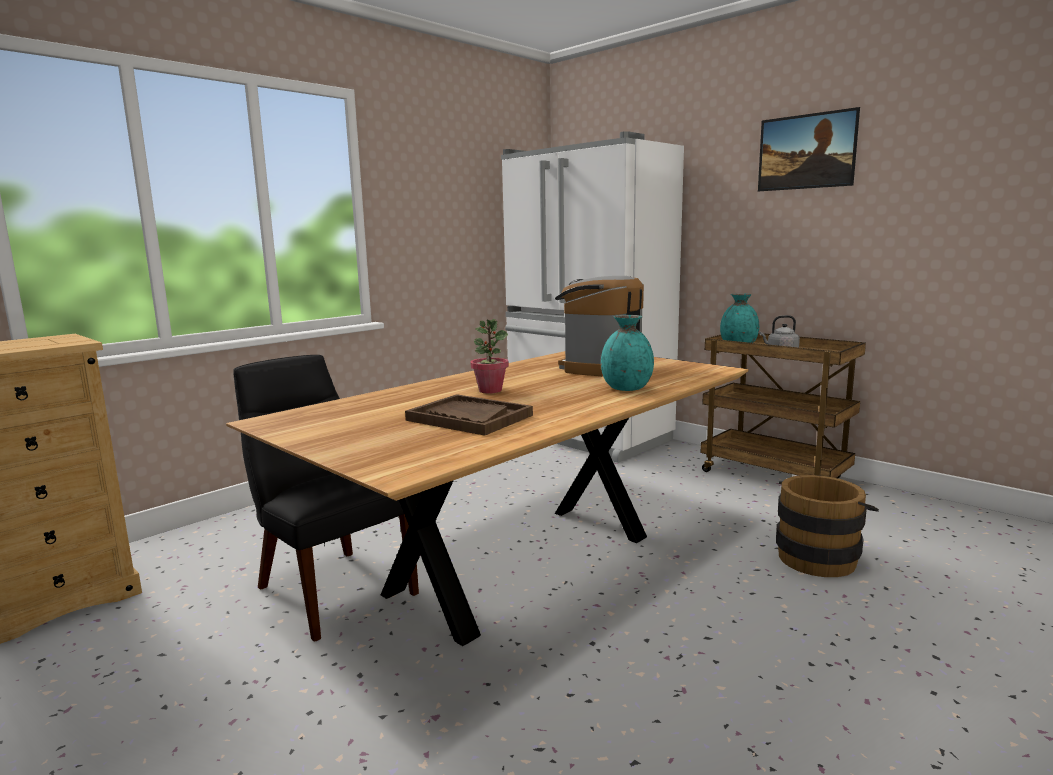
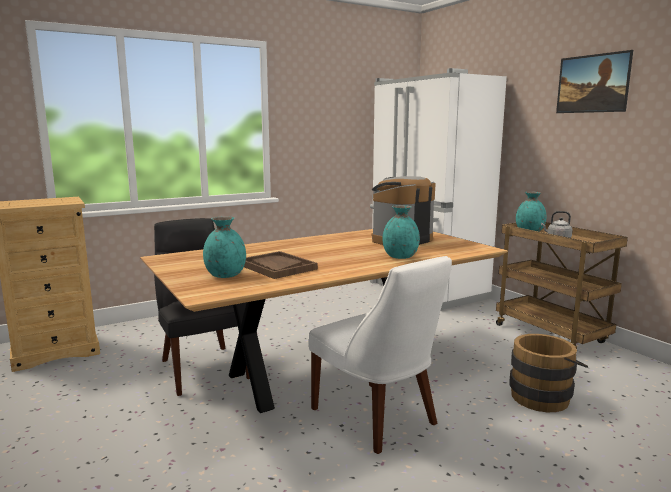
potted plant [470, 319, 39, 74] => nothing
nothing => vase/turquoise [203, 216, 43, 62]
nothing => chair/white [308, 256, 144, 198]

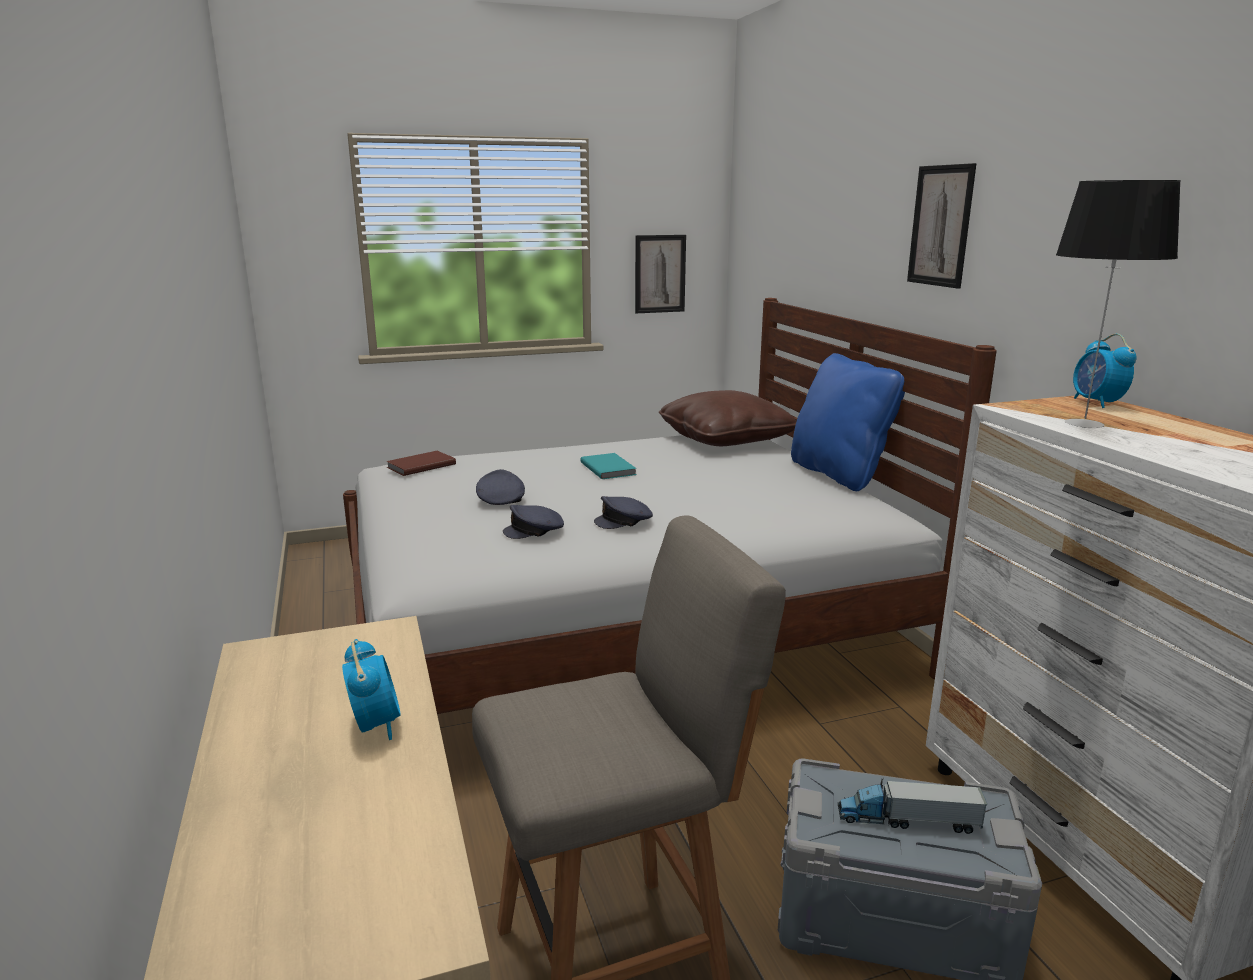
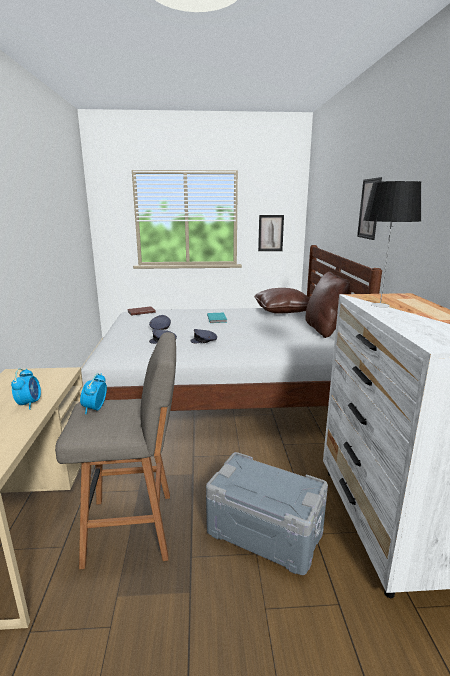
toy truck [838, 778, 150, 56] => nothing
alarm clock [1073, 333, 64, 75] => alarm clock [80, 373, 27, 41], moved
pillow/blue [791, 353, 114, 138] => pillow/brown [305, 272, 47, 66]

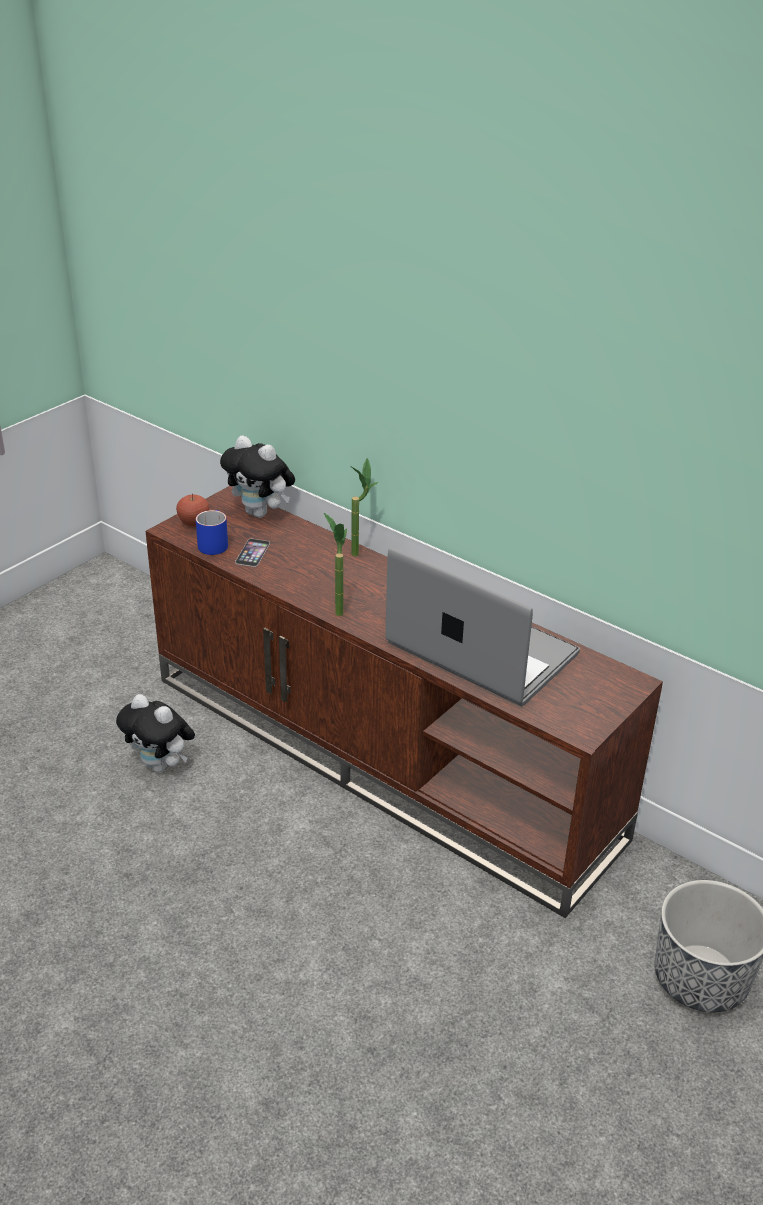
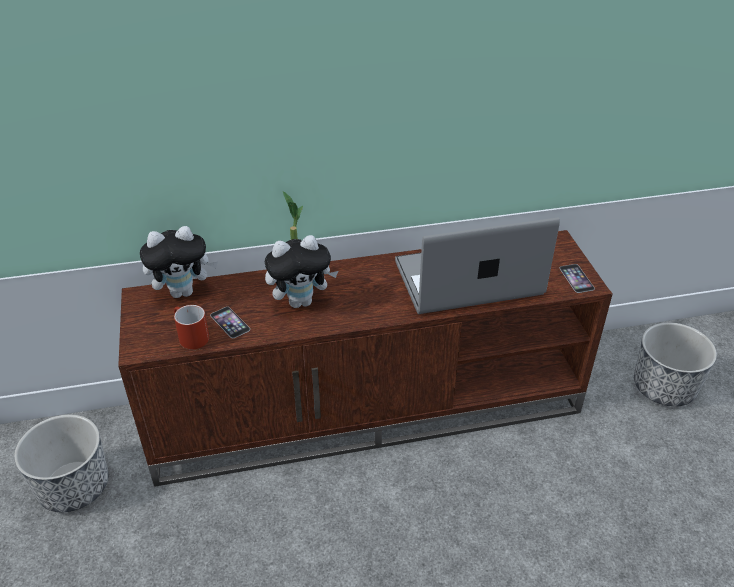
apple [176, 493, 33, 34] => nothing
potted plant [324, 513, 23, 103] => nothing
nothing => planter [14, 414, 95, 98]
nothing => phone [559, 264, 36, 29]
plush toy [116, 694, 79, 78] => plush toy [265, 235, 73, 73], moved
mug/blue [196, 510, 32, 45] => mug/red [174, 305, 35, 44]

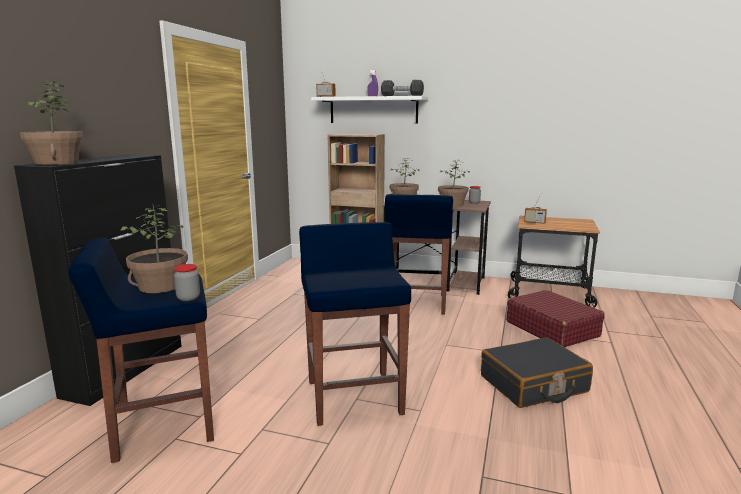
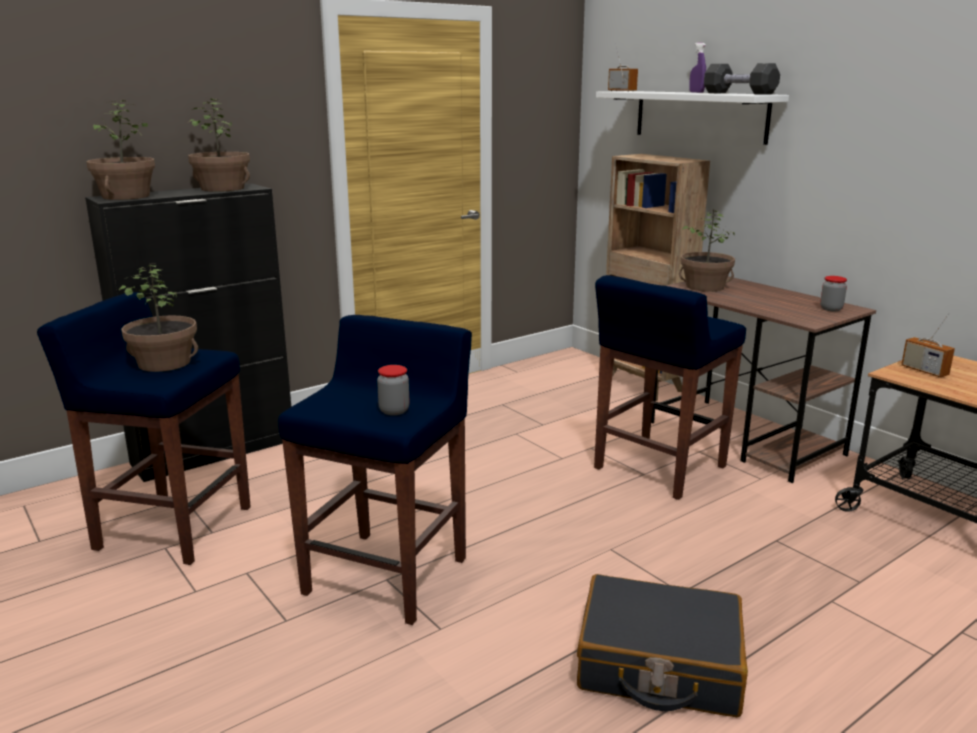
suitcase/red [507, 290, 98, 57] => nothing
jar [174, 264, 26, 37] => jar [377, 365, 32, 50], moved
potted plant [438, 160, 32, 46] => potted plant [188, 98, 62, 94], moved

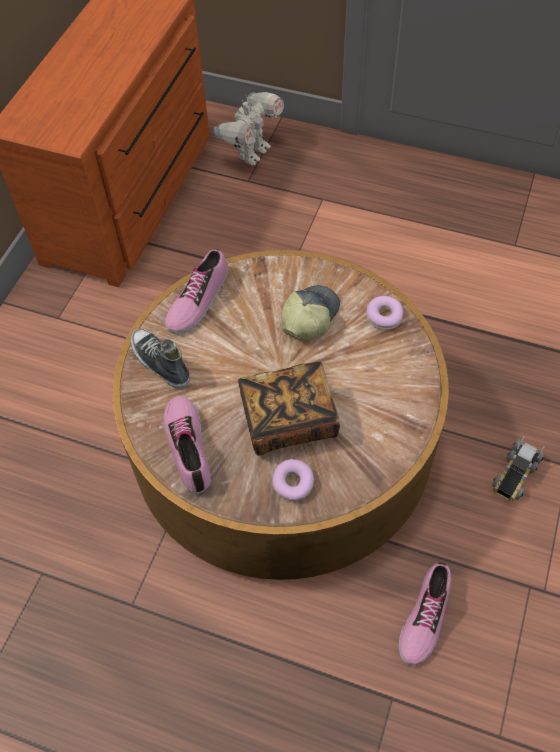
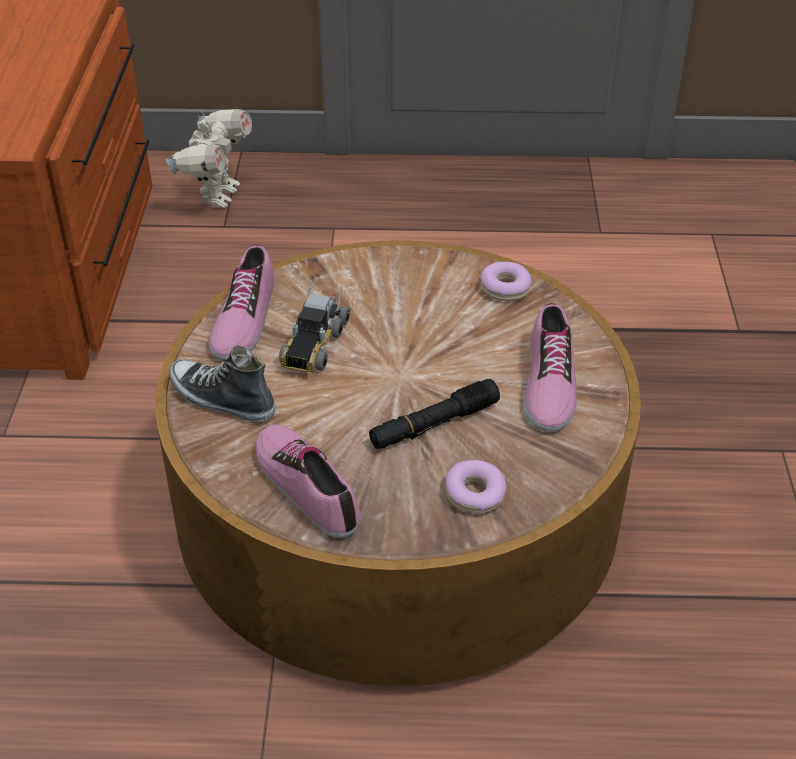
cap [281, 285, 59, 56] => nothing
shoe [399, 562, 52, 104] => shoe [524, 303, 53, 128], moved
toy truck [492, 435, 53, 67] => toy truck [279, 282, 71, 90], moved
book [238, 362, 102, 94] => flashlight/black [369, 379, 131, 70]

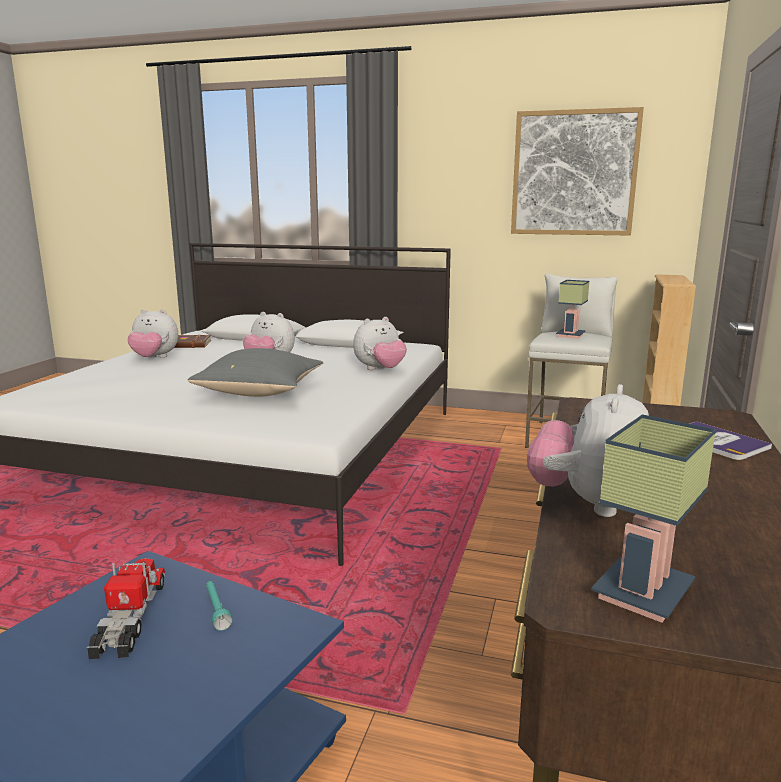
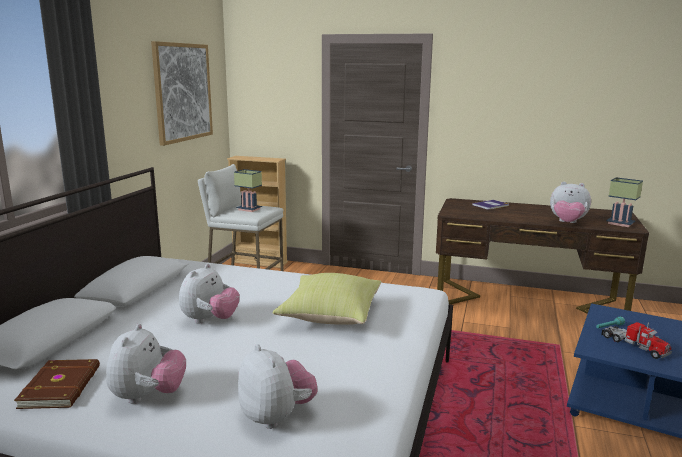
plush toy [353, 317, 54, 53] => plush toy [238, 344, 80, 85], moved
pillow/grey [188, 348, 135, 49] => pillow/yellow [273, 273, 108, 52]
toy truck [87, 558, 78, 101] => toy truck [601, 322, 71, 37], 120 degrees counterclockwise

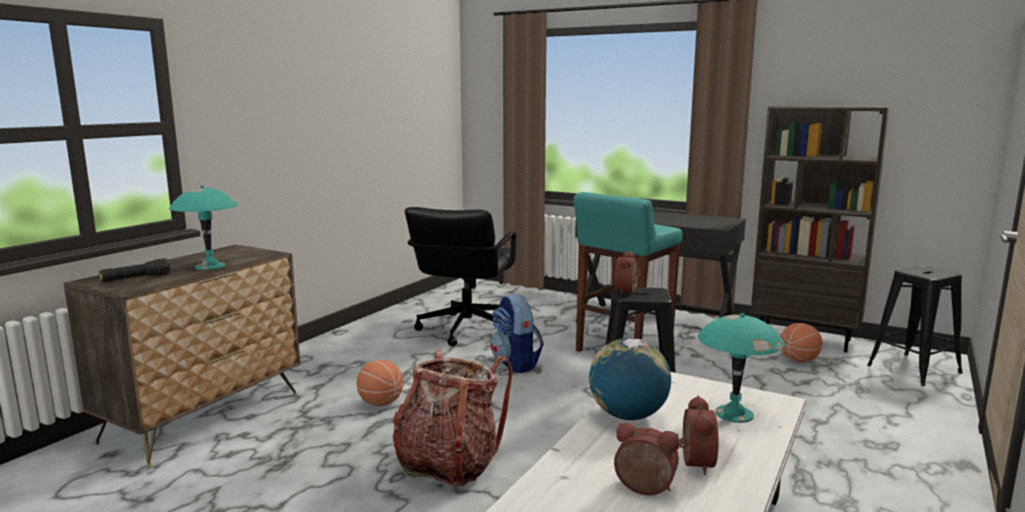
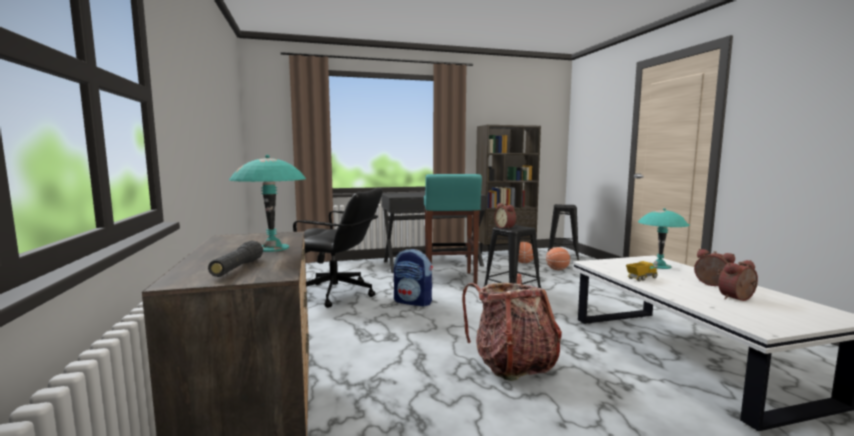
basketball [357, 360, 47, 46] => basketball [546, 247, 24, 23], moved
globe [589, 338, 82, 82] => toy truck [626, 261, 32, 20]
office chair/black [405, 207, 111, 140] => office chair/black [293, 188, 90, 120], 45 degrees counterclockwise

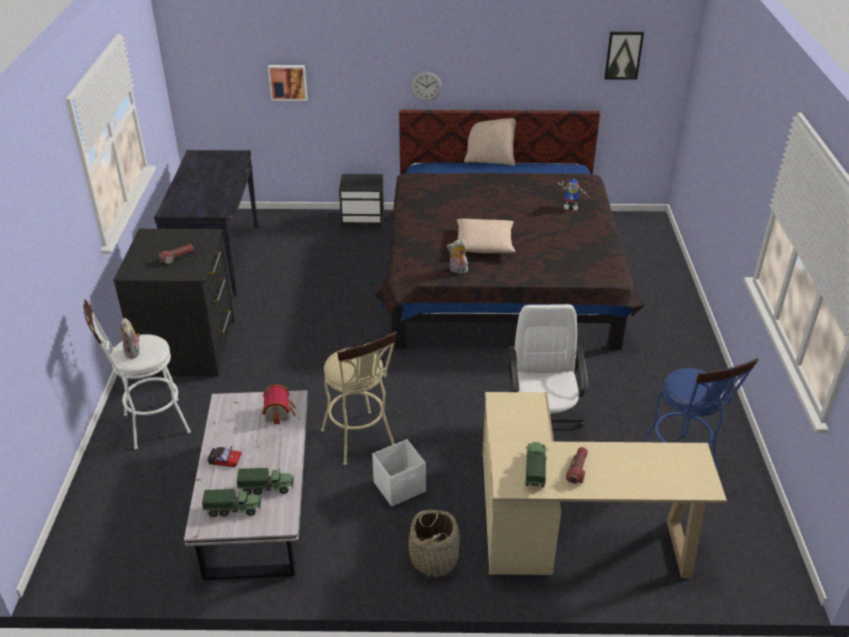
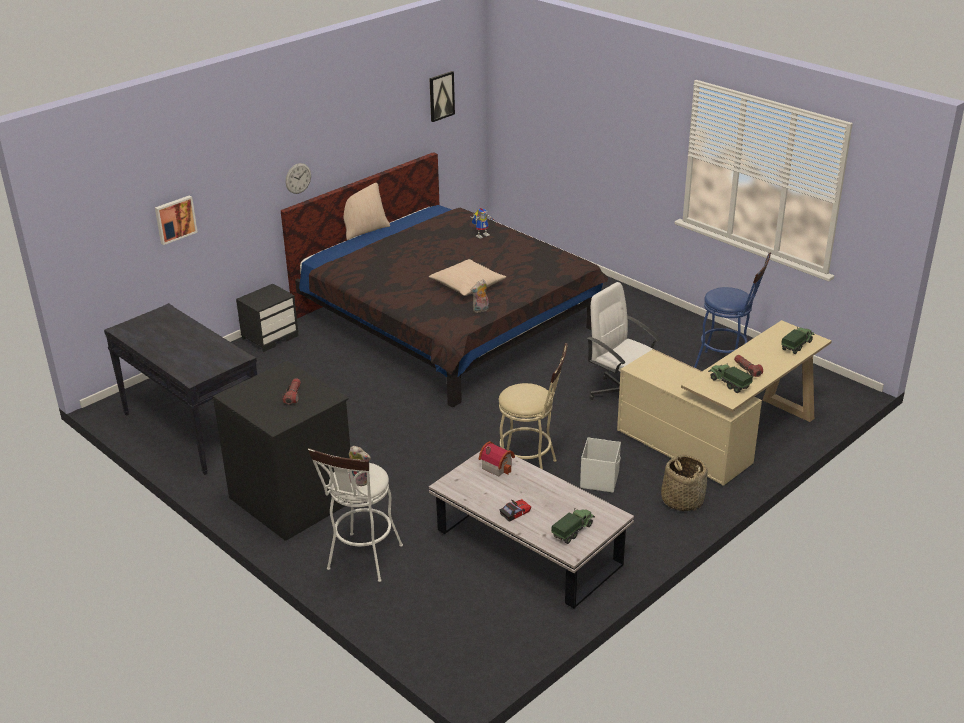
toy truck [237, 468, 57, 27] => toy truck [781, 327, 33, 27], moved

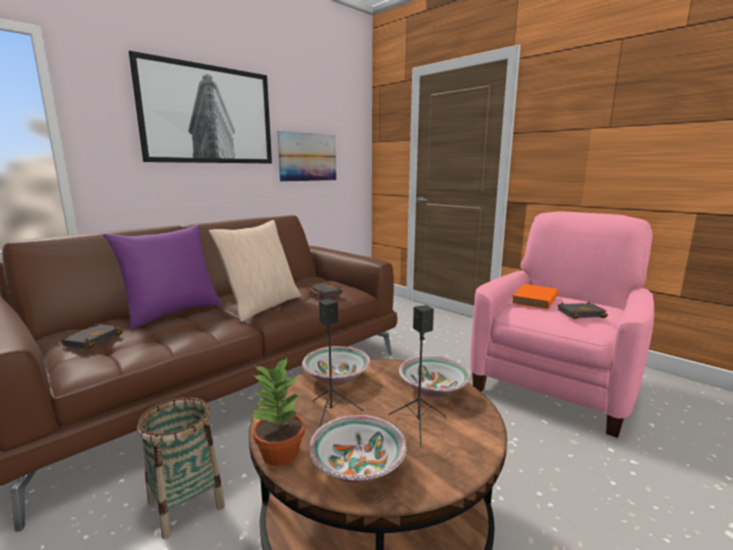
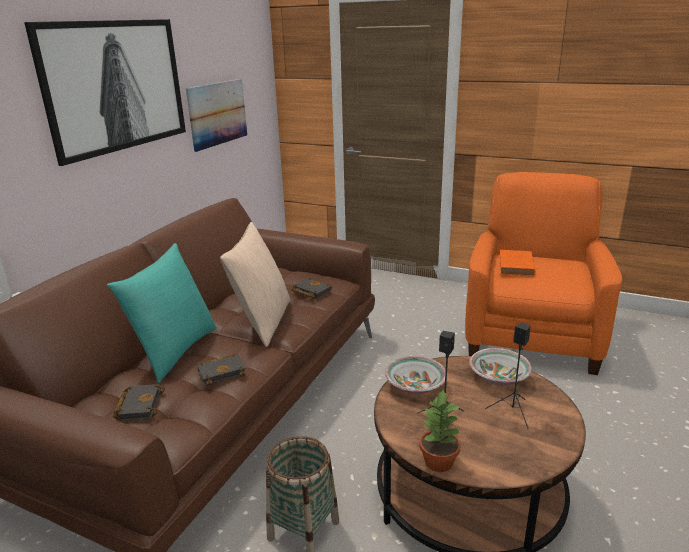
bowl [309, 415, 98, 68] => nothing
book/black [557, 302, 51, 17] => book/black [197, 354, 49, 32], moved
pillow/purple [103, 224, 119, 106] => pillow/turquoise [107, 243, 110, 140]
armchair/pink [470, 211, 184, 227] => armchair/orange [465, 172, 157, 203]

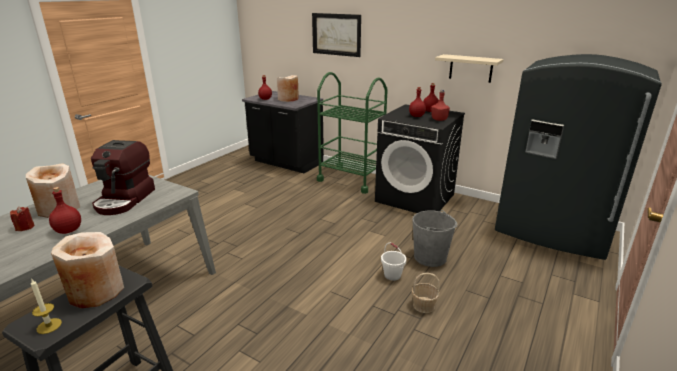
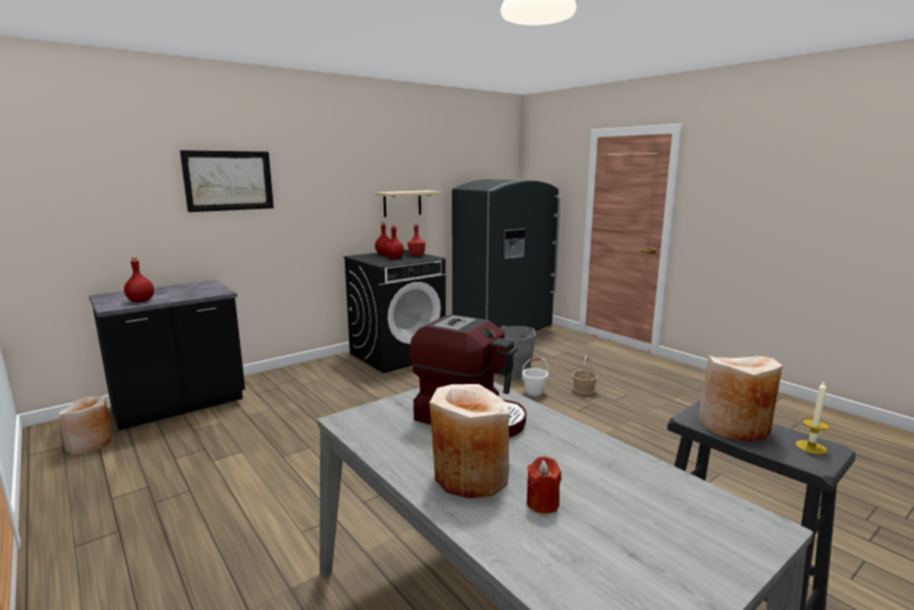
bottle/red [49, 187, 32, 47] => nothing
cart/green [317, 72, 71, 122] => nothing
vase/beige [277, 75, 22, 27] => vase/beige [59, 396, 53, 58], moved

